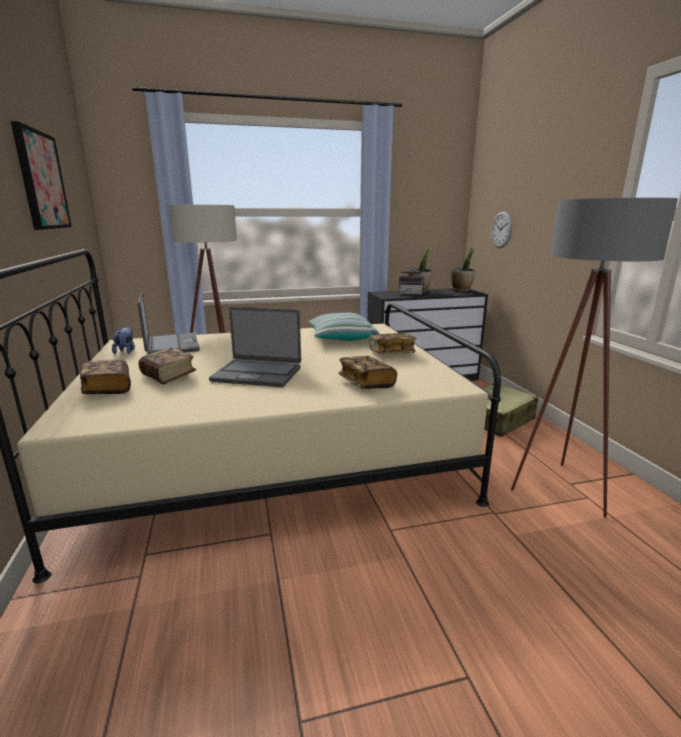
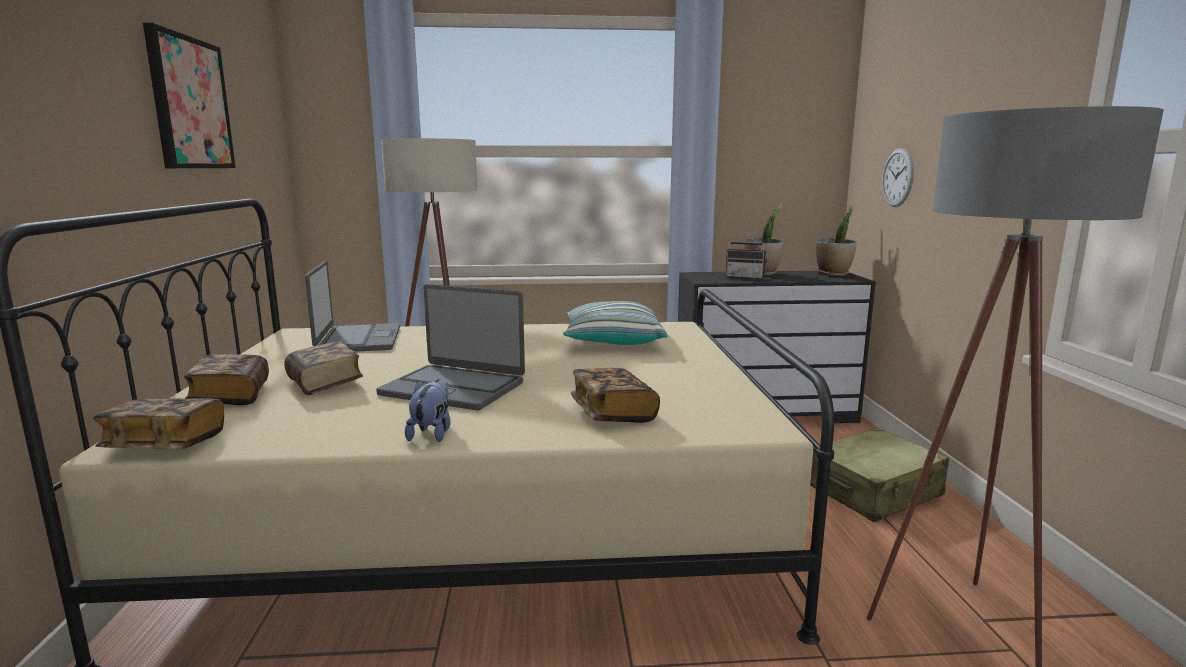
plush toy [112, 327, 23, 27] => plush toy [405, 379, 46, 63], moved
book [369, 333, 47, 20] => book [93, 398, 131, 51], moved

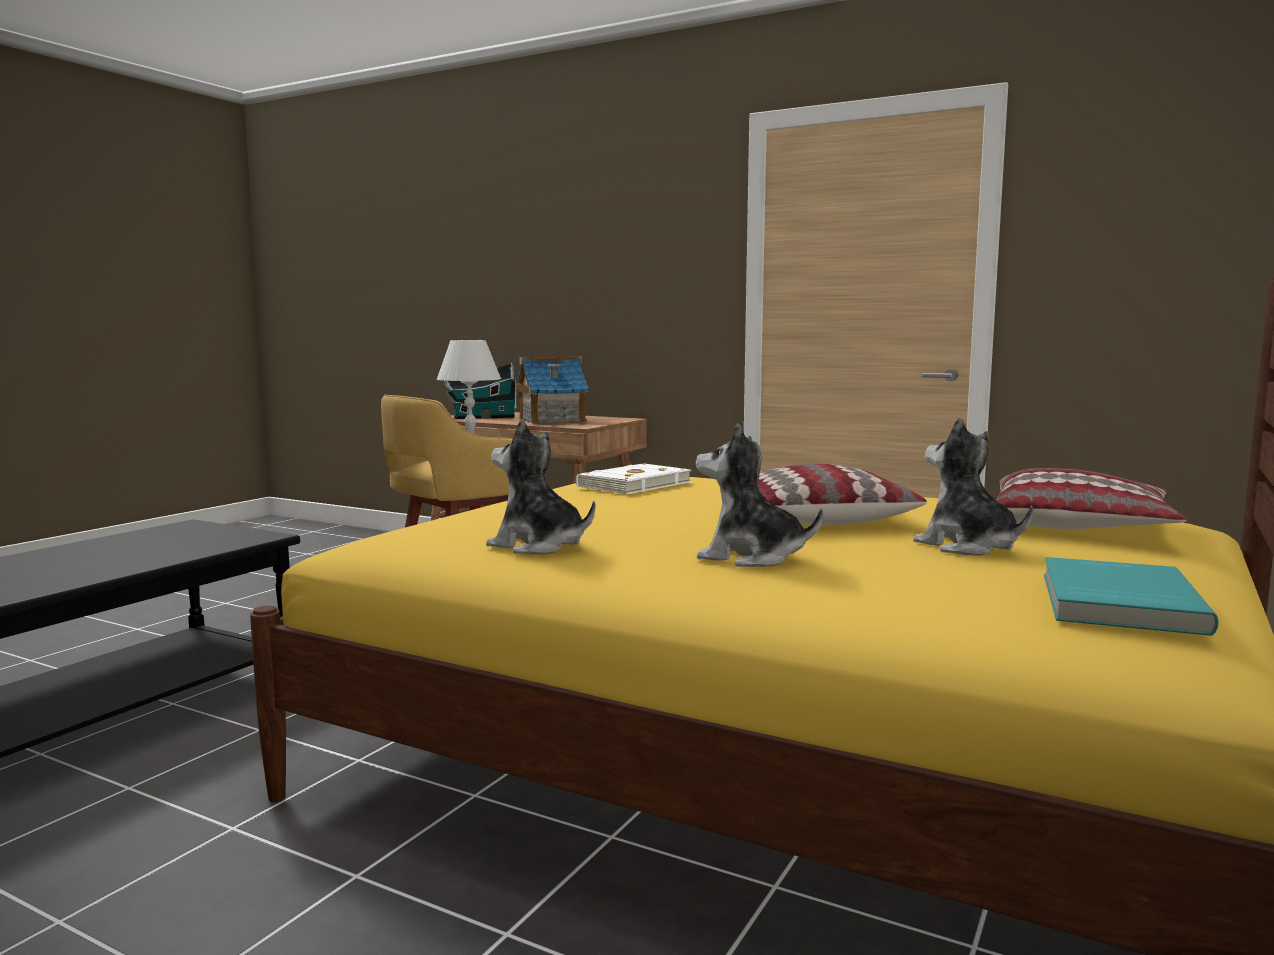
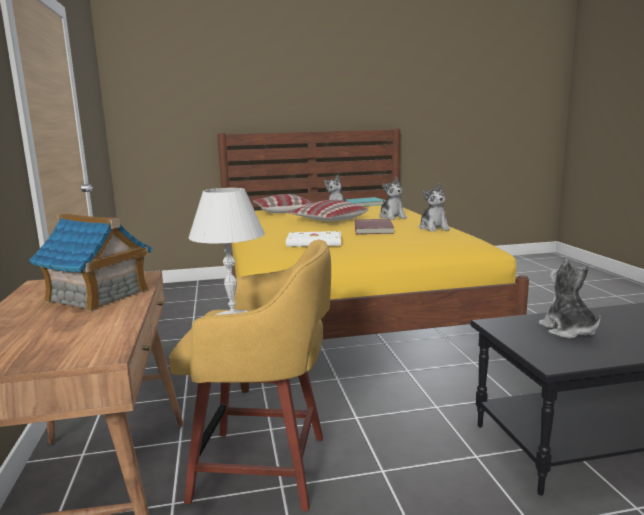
toy house [445, 363, 72, 56] => nothing
nothing => book/red [355, 219, 39, 15]
nothing => plush toy [538, 259, 63, 80]

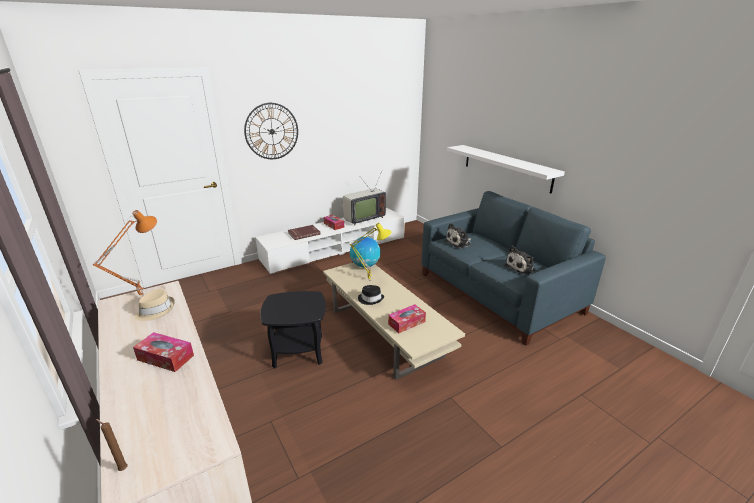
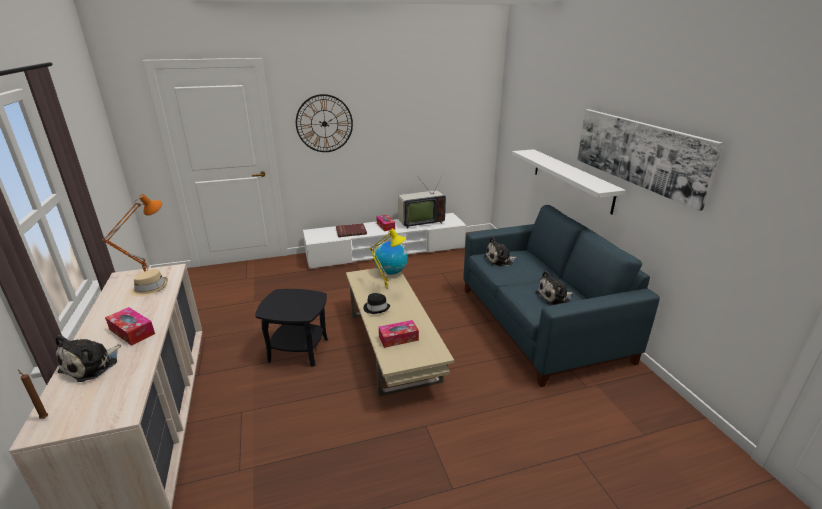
nothing => plush toy [56, 335, 65, 47]
nothing => picture [577, 109, 146, 102]

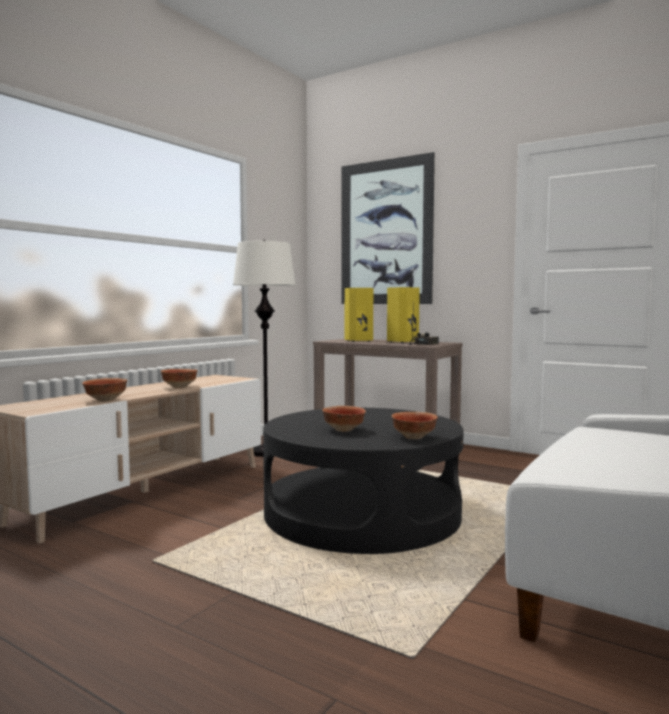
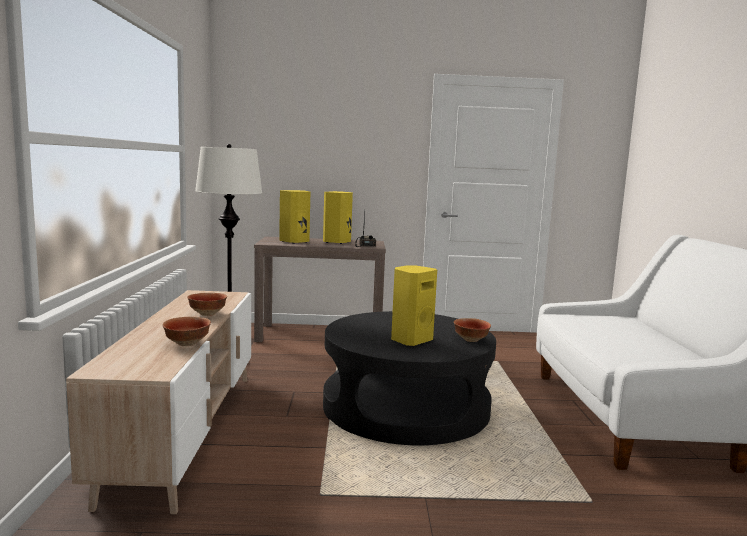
picture [341, 152, 94, 152] => nothing
bowl [322, 406, 44, 26] => speaker/yellow [391, 265, 46, 81]

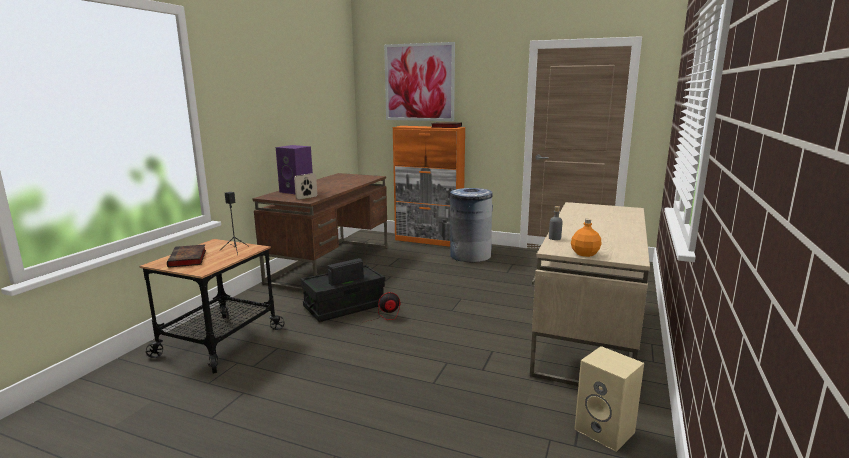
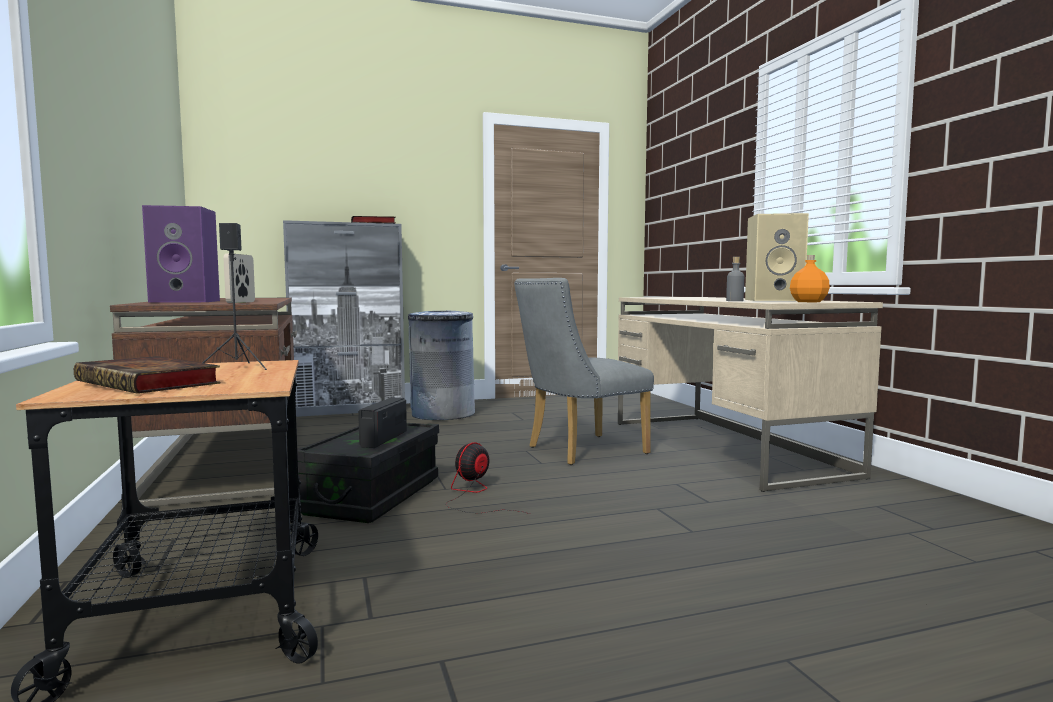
picture [384, 42, 71, 79] => nothing
nothing => chair/grey [514, 278, 140, 187]
speaker/beige [574, 346, 70, 106] => speaker/beige [745, 213, 64, 88], moved
cabinet/orange [393, 126, 72, 121] => cabinet/grey [283, 220, 122, 197]

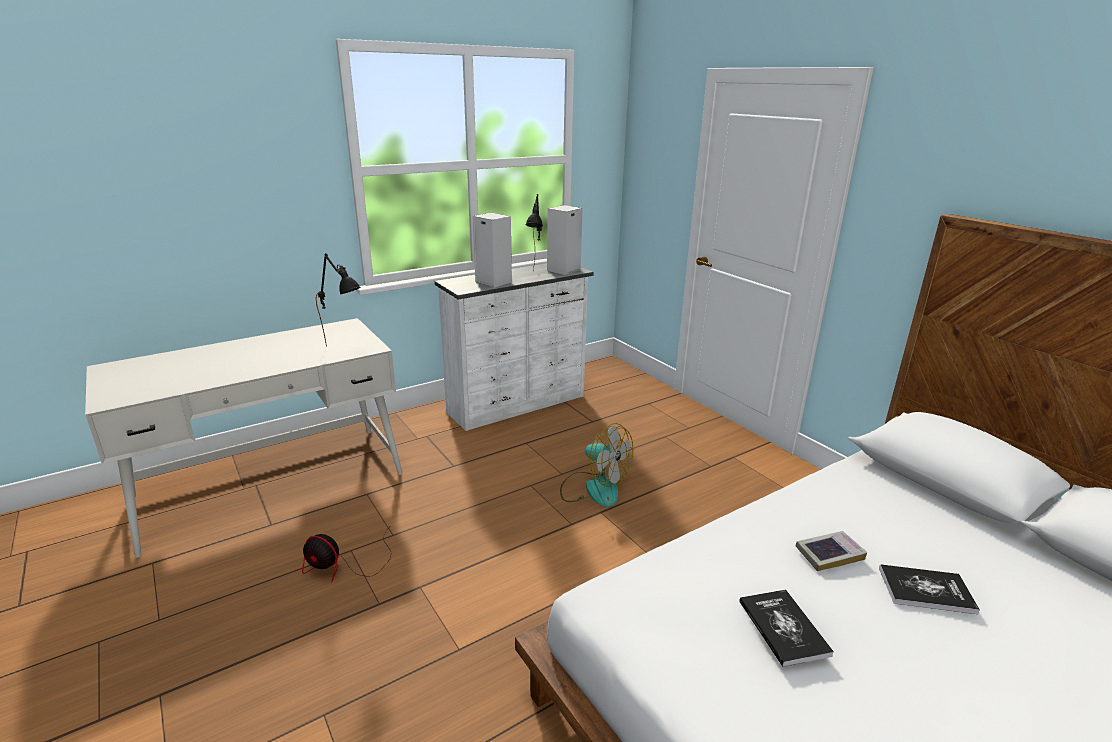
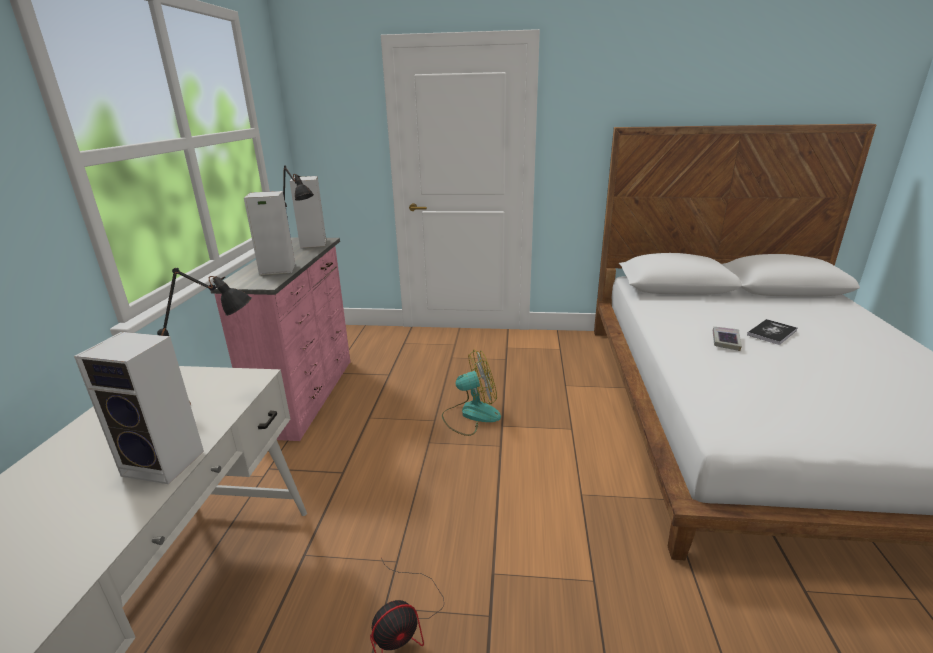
book [739, 589, 95, 78] => nothing
nothing => speaker [74, 332, 130, 152]
dresser/white [435, 263, 158, 168] => dresser/pink [210, 237, 140, 204]

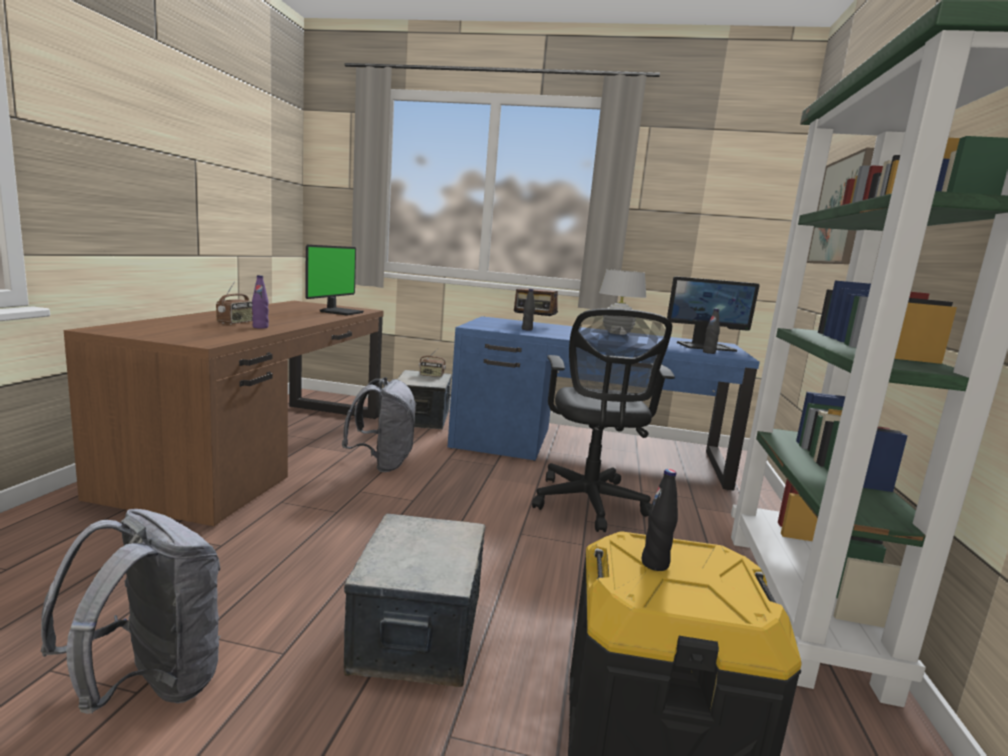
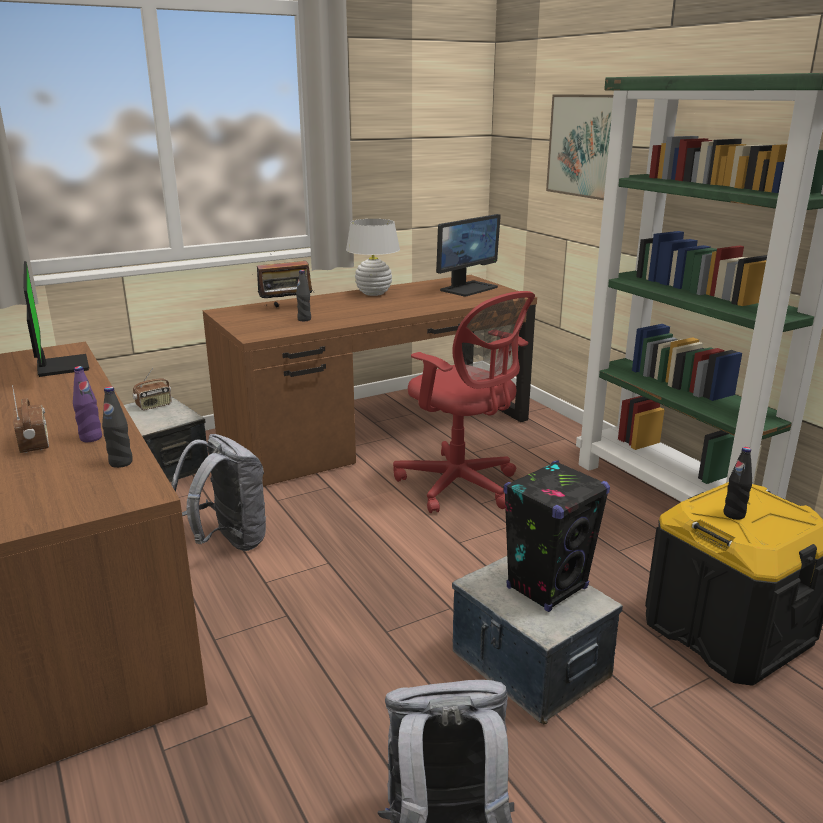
nothing => speaker/black [503, 460, 107, 152]
bottle/black [703, 308, 17, 46] => bottle/black [102, 387, 31, 81], moved
desk/blue [448, 316, 312, 175] => desk/brown [202, 275, 335, 212]
office chair/black [532, 308, 143, 224] => office chair/red [393, 291, 142, 222]

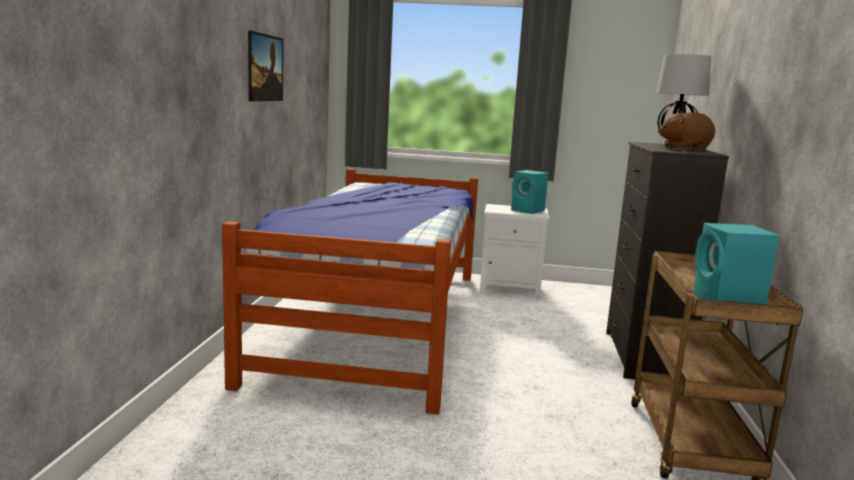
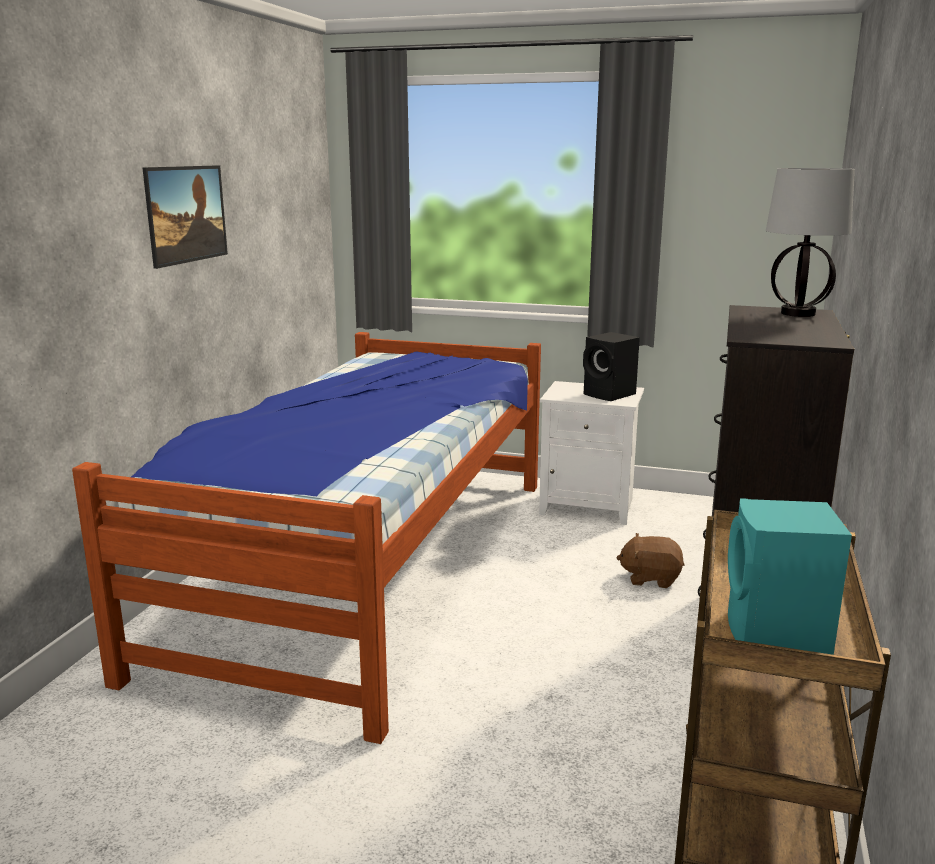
plush toy/brown [658, 112, 57, 39] => plush toy/brown [616, 533, 69, 55], moved
speaker/turquoise [511, 170, 37, 44] => speaker/black [583, 332, 57, 69]

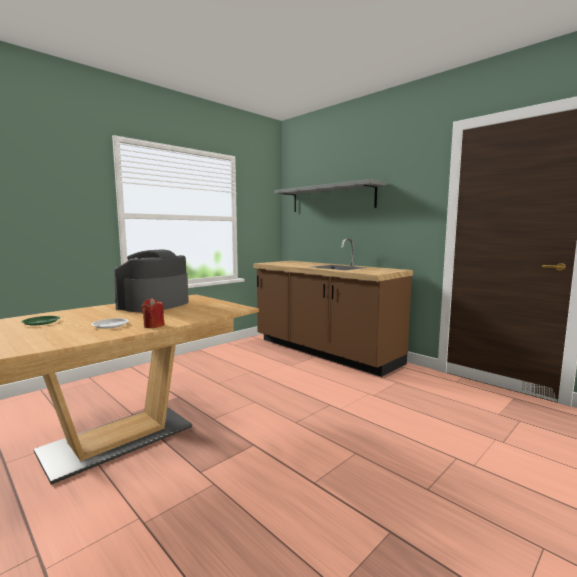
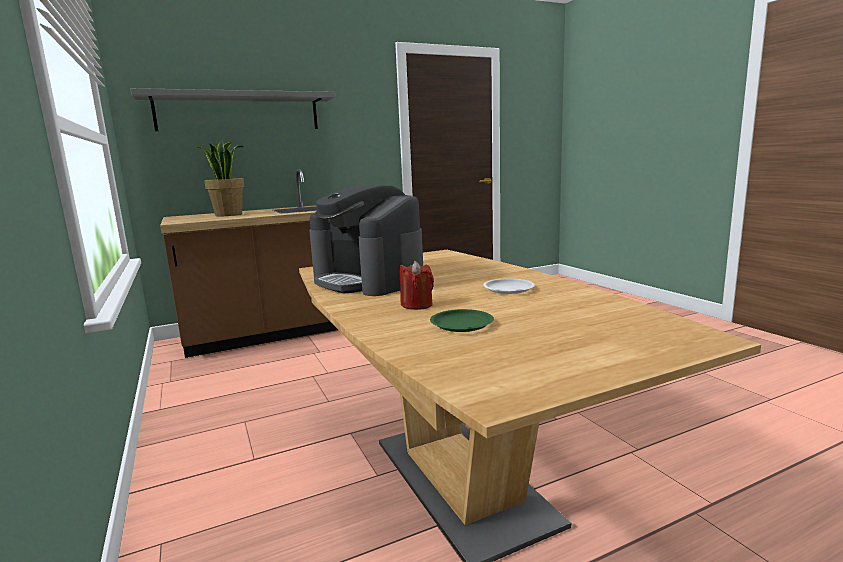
nothing => potted plant [196, 139, 49, 77]
candle/red [141, 298, 24, 30] => candle/red [400, 261, 34, 49], moved

